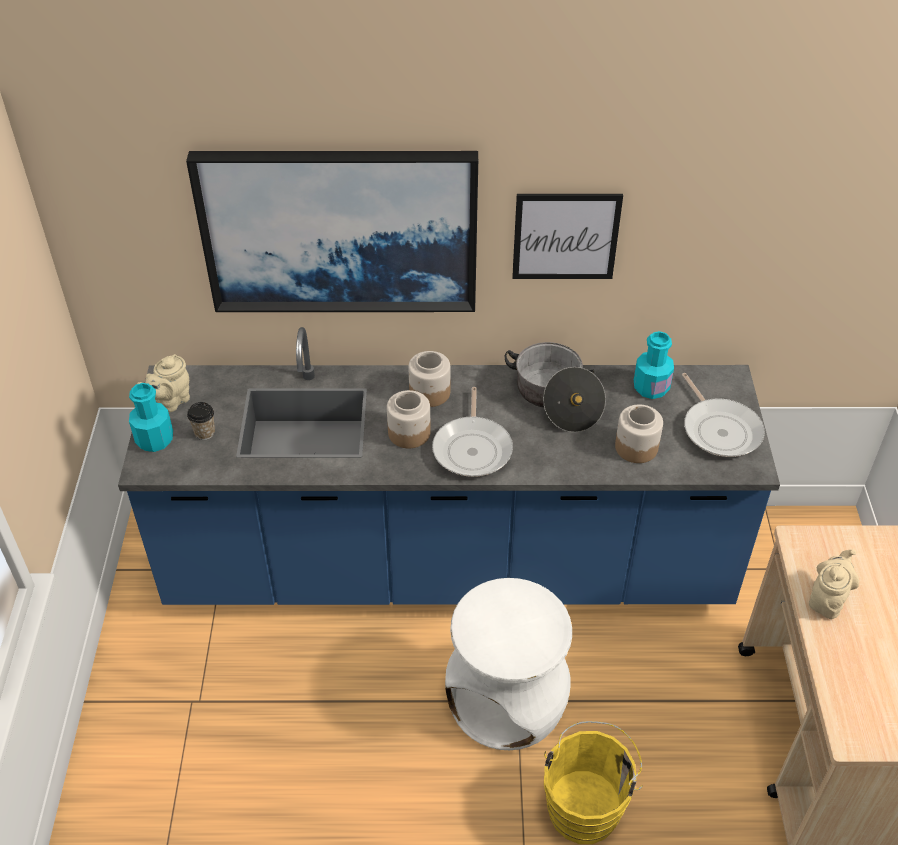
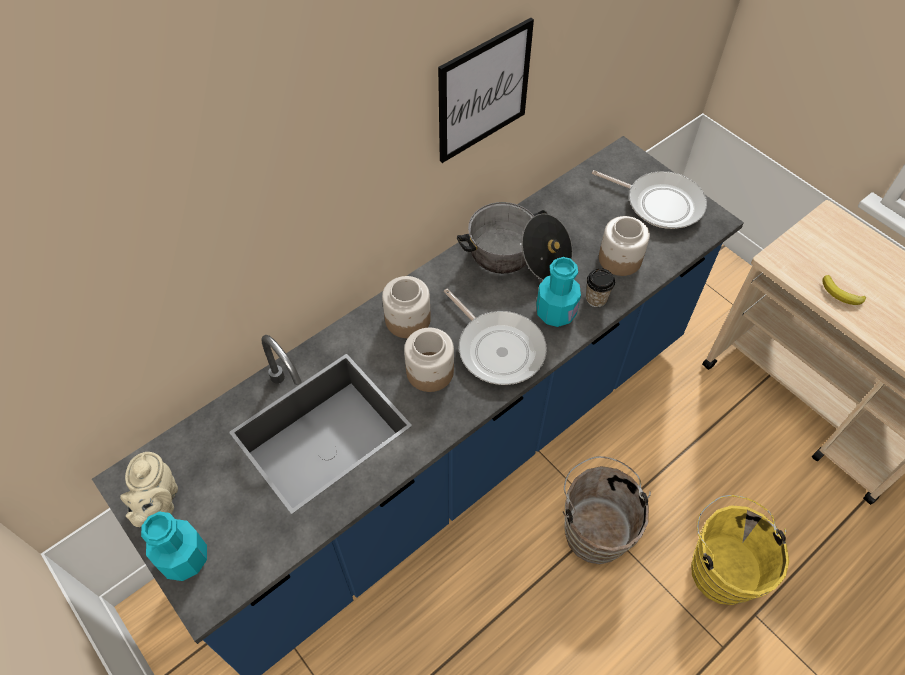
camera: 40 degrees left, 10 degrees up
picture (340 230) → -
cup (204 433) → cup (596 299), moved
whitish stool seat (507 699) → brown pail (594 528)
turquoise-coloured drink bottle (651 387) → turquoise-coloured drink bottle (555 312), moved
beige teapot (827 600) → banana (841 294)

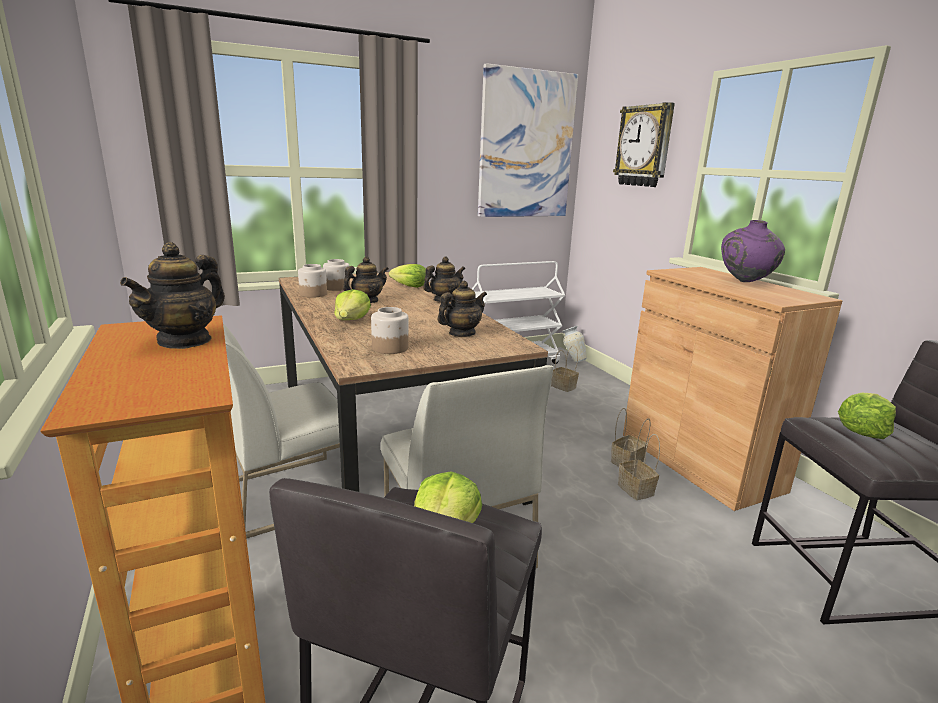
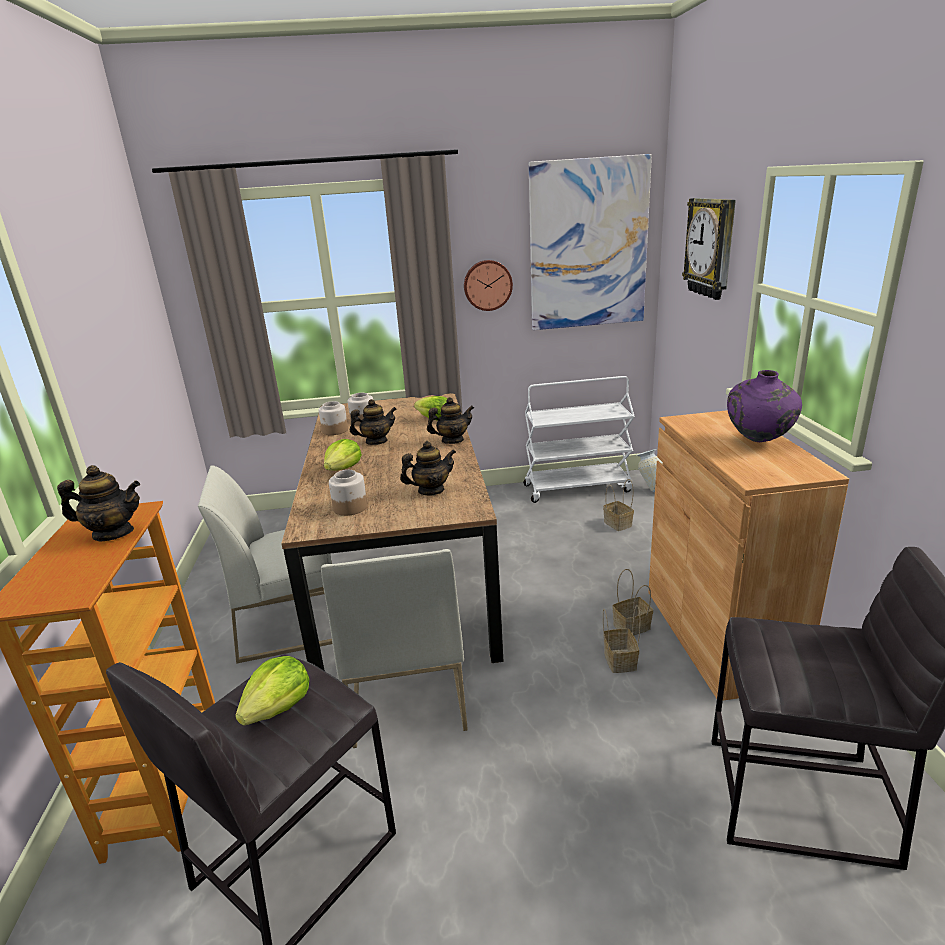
camera: 20 degrees right, 5 degrees up
teapot (185 341) → teapot (113 533), 135 degrees counterclockwise
head of lettuce (862 429) → -
- → wall clock (487 285)

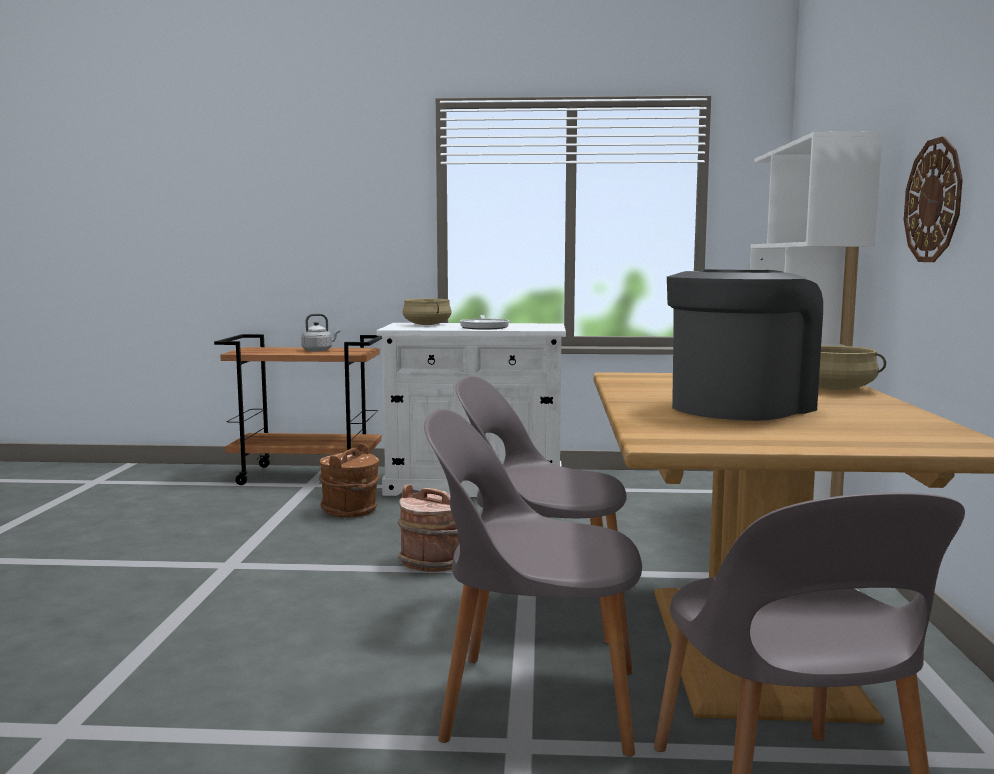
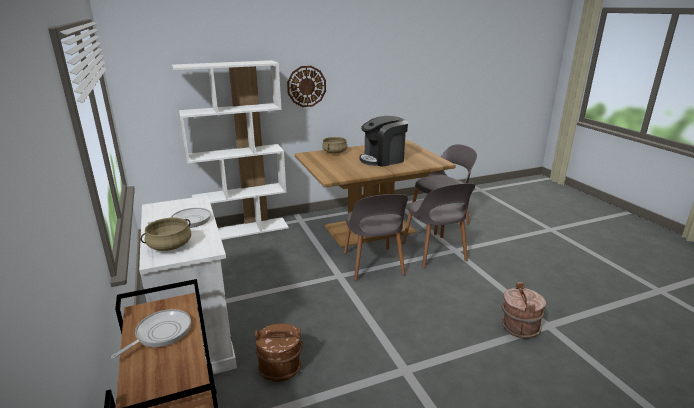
camera: 115 degrees left, 15 degrees up
greyish kettle (319 350) → skillet (160 333)
brown pail (434 562) → brown pail (519 327), moved
coffee brewer (739 407) → coffee brewer (383 159), 45 degrees counterclockwise

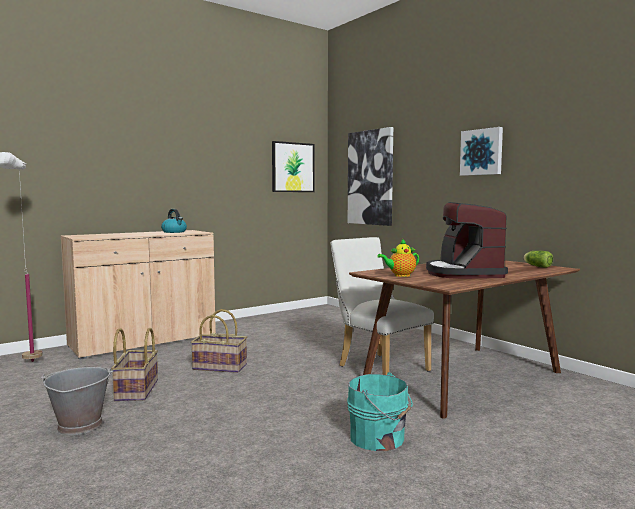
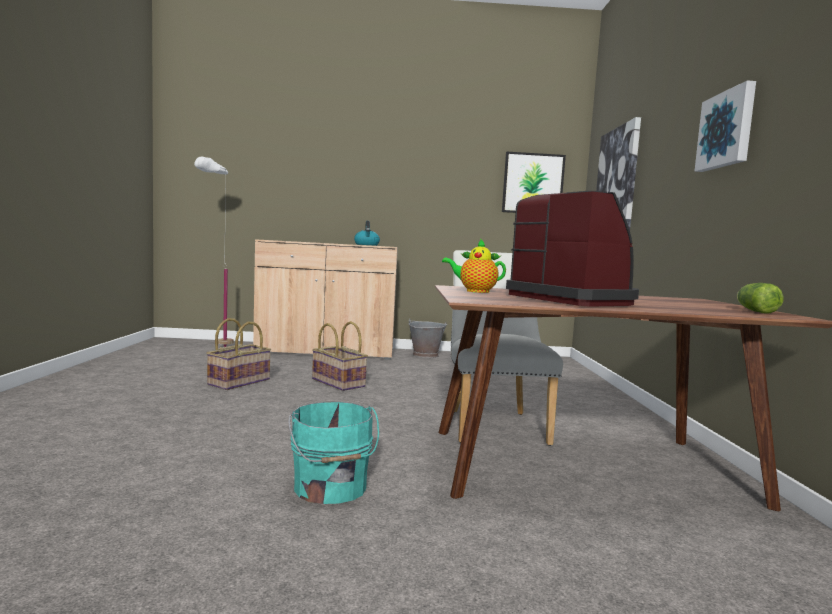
camera: 35 degrees right, 0 degrees up
greyish pail (79 425) → greyish pail (425 355), moved
coffee brewer (463 273) → coffee brewer (573 300), 120 degrees clockwise

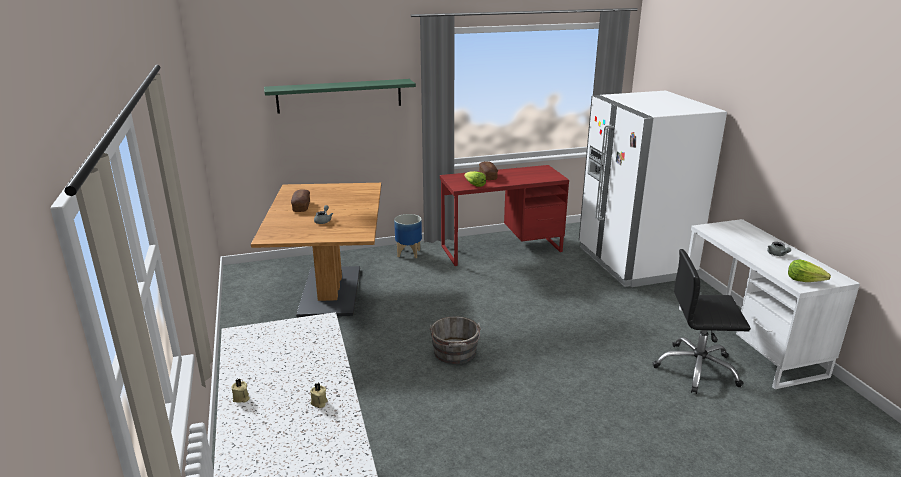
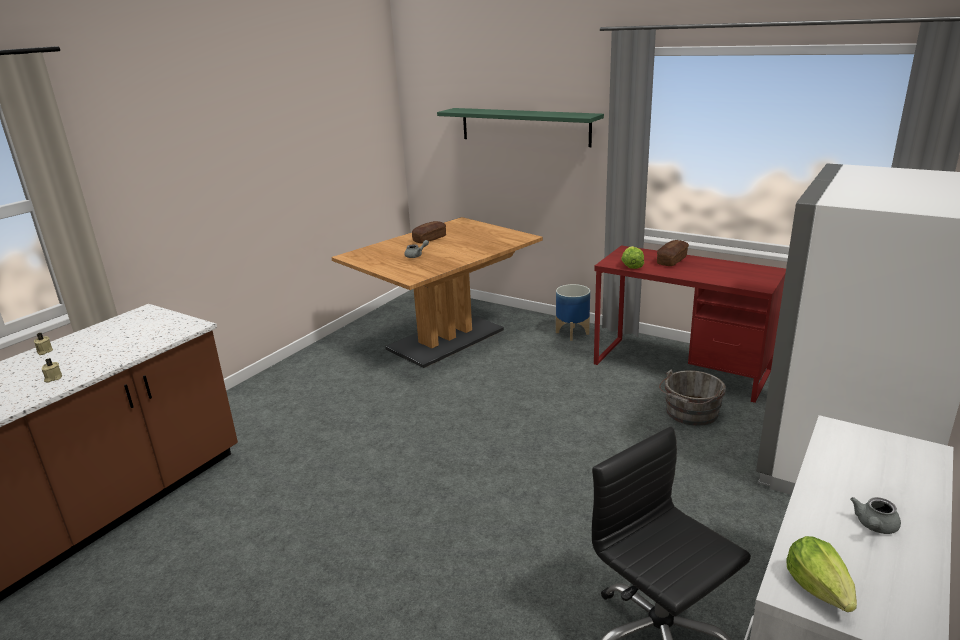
camera: 50 degrees right, 0 degrees up
greyish pail (455 353) → greyish pail (690 413), moved

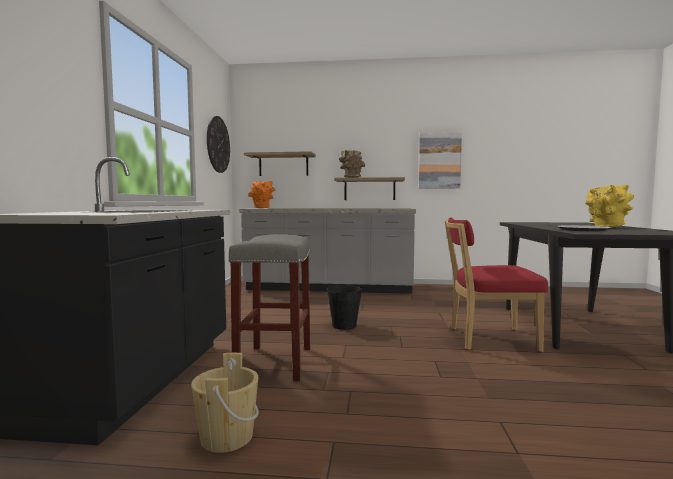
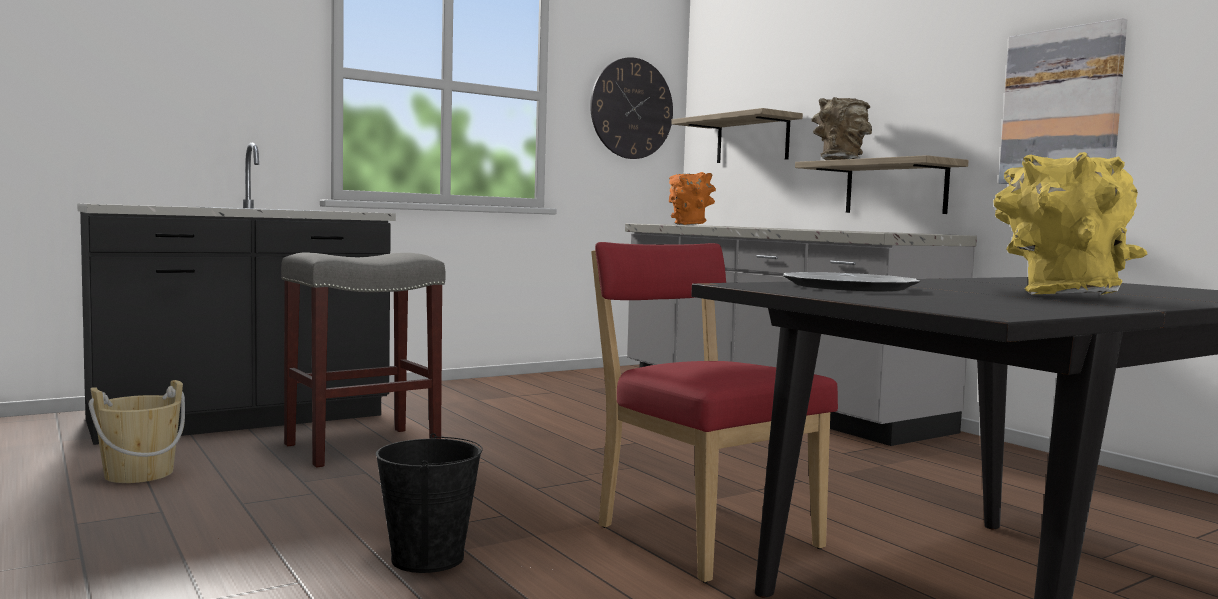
camera: 50 degrees right, 0 degrees up
blackish pail (344 325) → blackish pail (427 558), moved

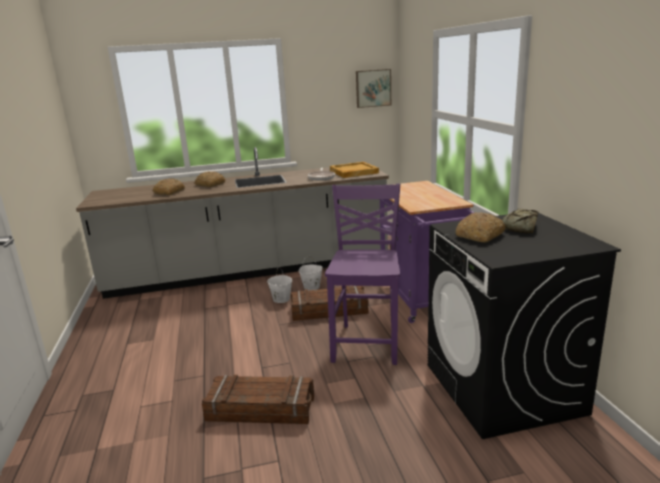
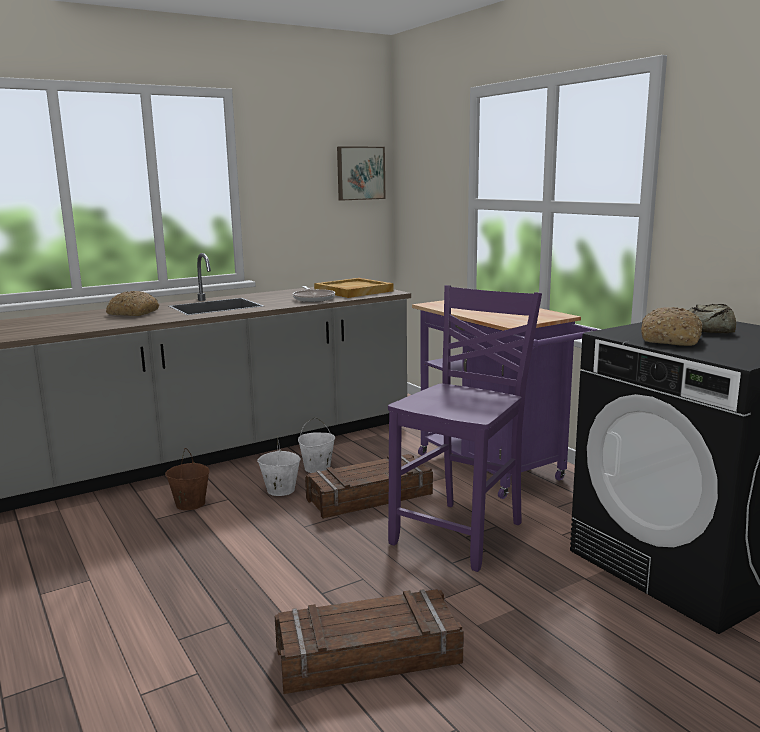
camera: 20 degrees left, 5 degrees down
bakery bread (169 192) → -
purple-coloured plain chair (367 343) → purple-coloured plain chair (461 533), 45 degrees clockwise
- → brown pail (190 504)

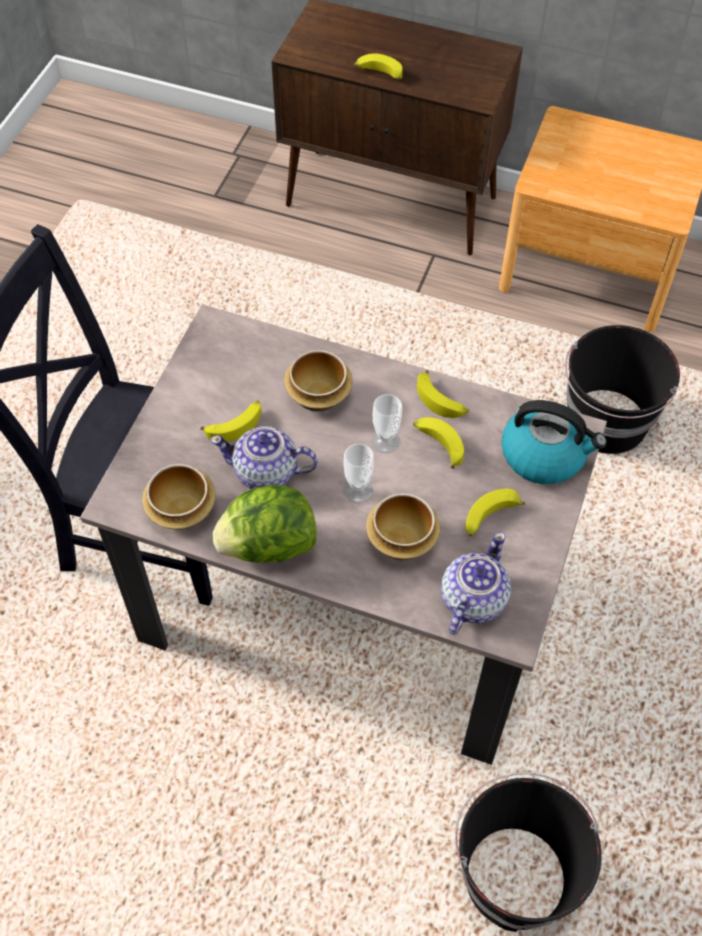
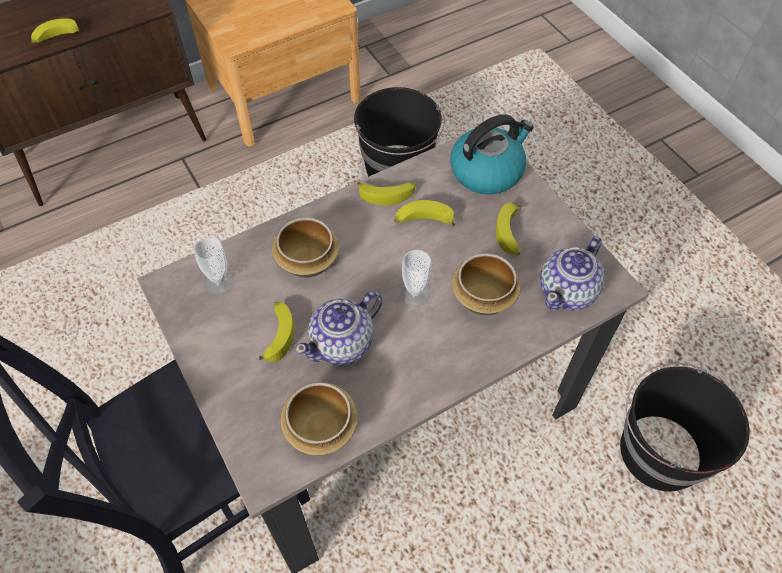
camera: 50 degrees left, 0 degrees up
head of lettuce (268 545) → -
cup (385 441) → cup (220 282), moved
teapot (472 600) → teapot (568 291), 120 degrees counterclockwise

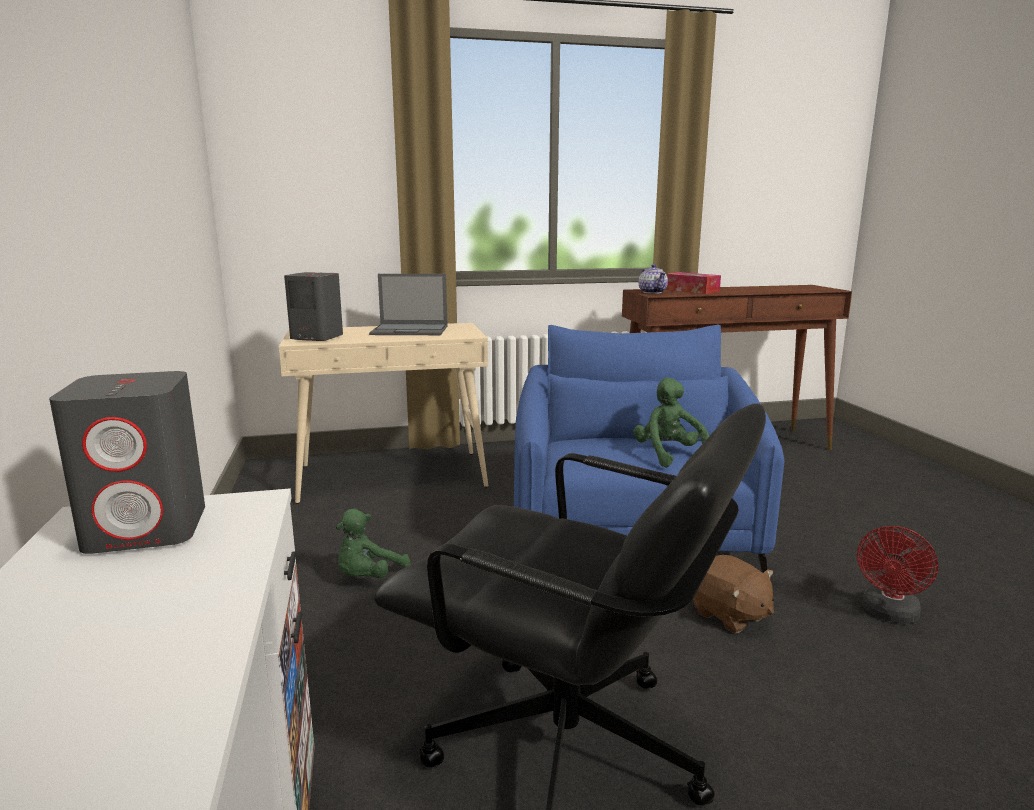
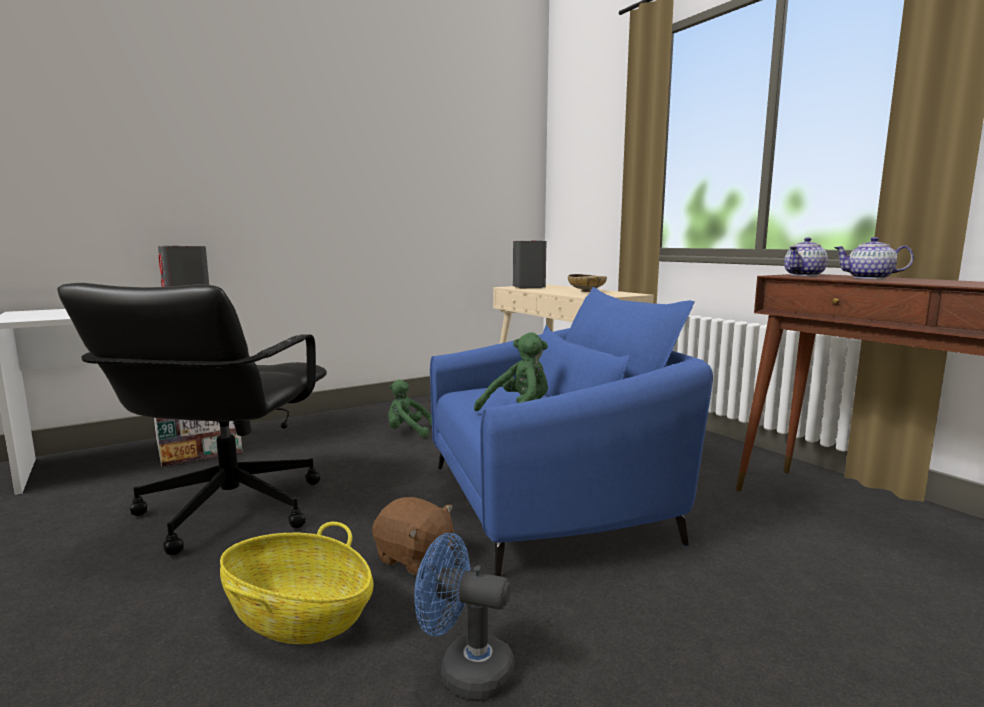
camera: 70 degrees right, 5 degrees down
notebook computer (411 330) → beige deep dish (586 291)
tissue holder (691 291) → teapot (870 278)
brown soft toy (729 615) → brown soft toy (414 558), 90 degrees counterclockwise
reddish fan (889 614) → bluish fan (464 671)
- → storage basket (298 616)

